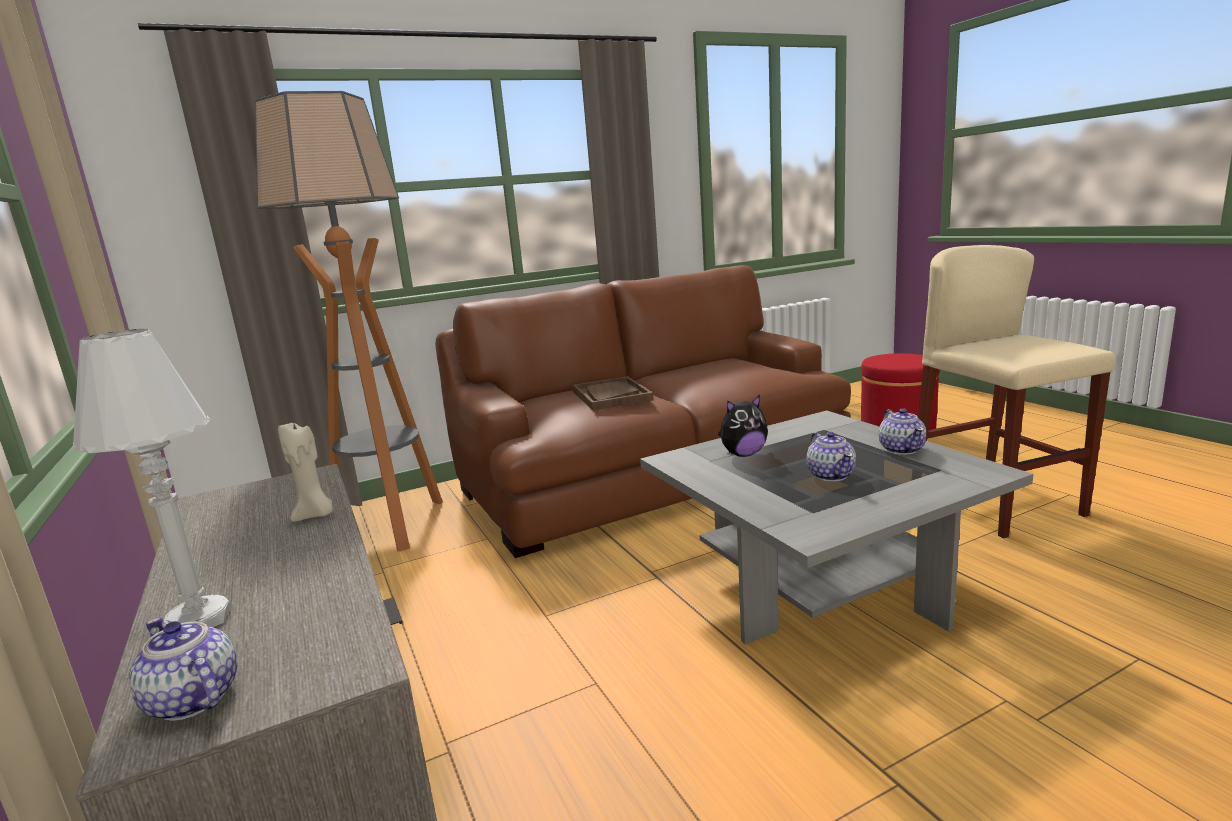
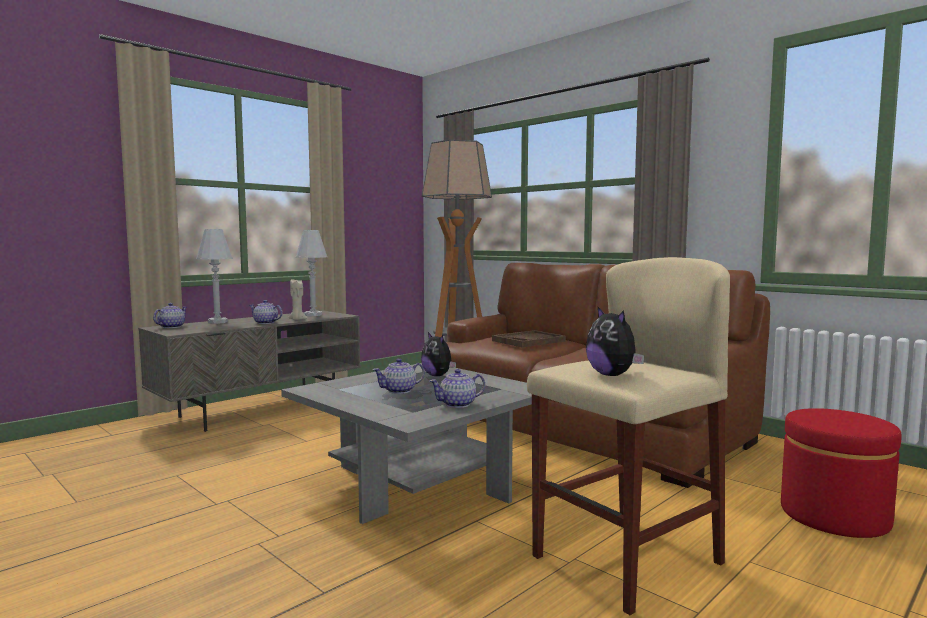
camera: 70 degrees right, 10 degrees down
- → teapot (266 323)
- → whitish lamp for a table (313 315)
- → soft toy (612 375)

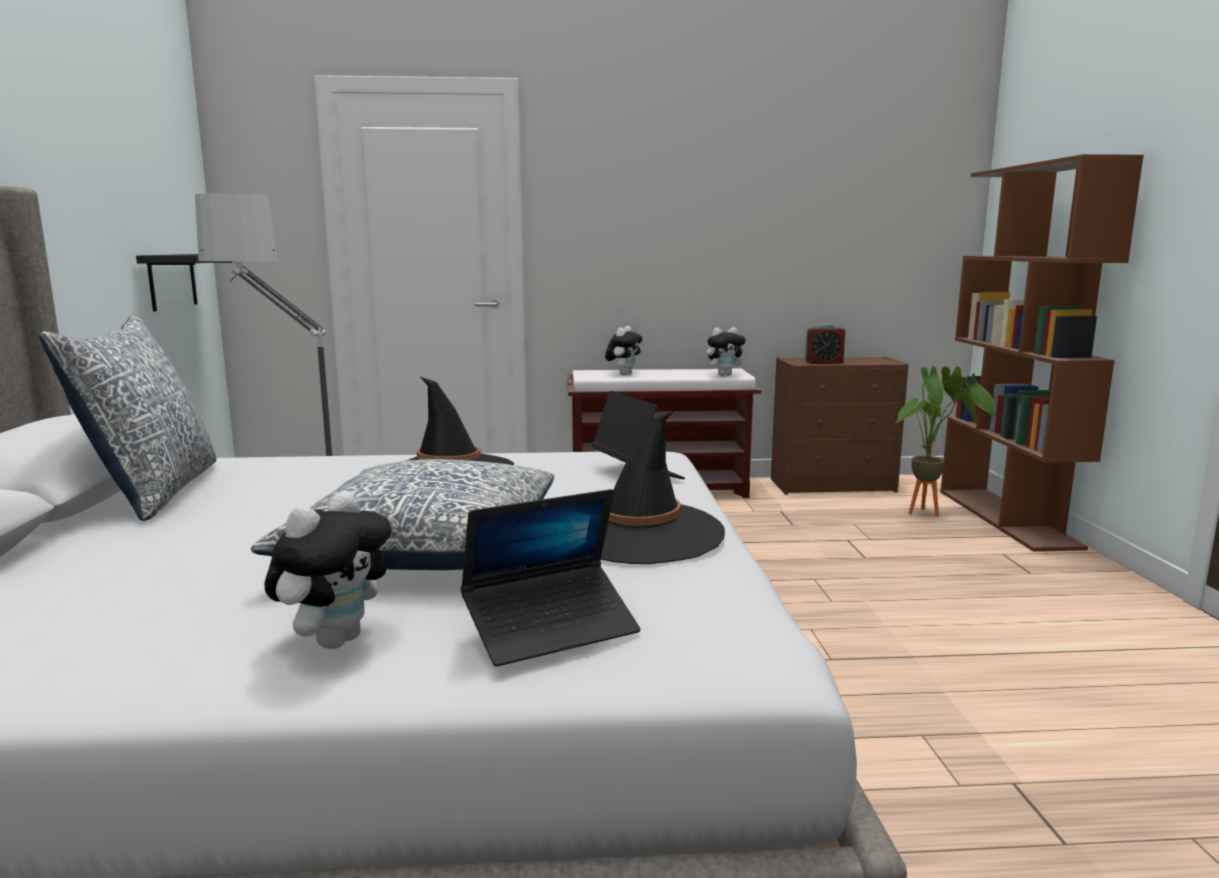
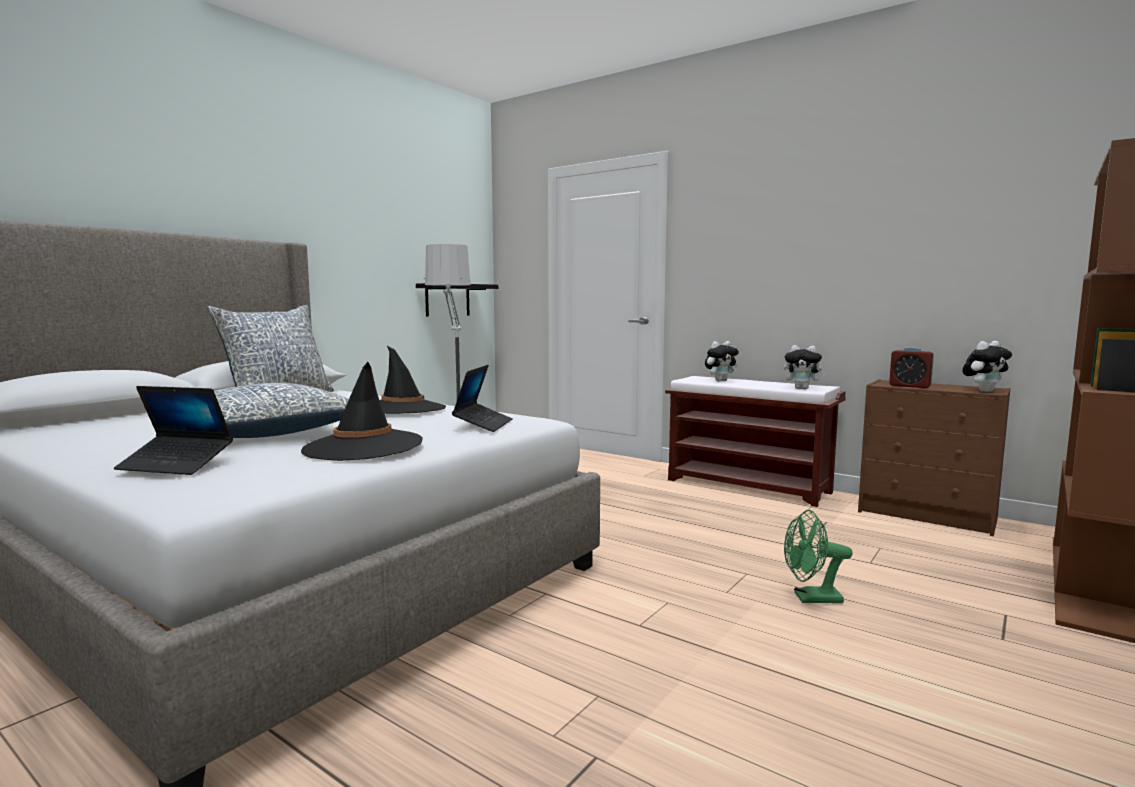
camera: 40 degrees right, 5 degrees down
soft toy (335 640) → soft toy (984 391), moved
houseplant (931 513) → -
- → greenish fan (811 598)

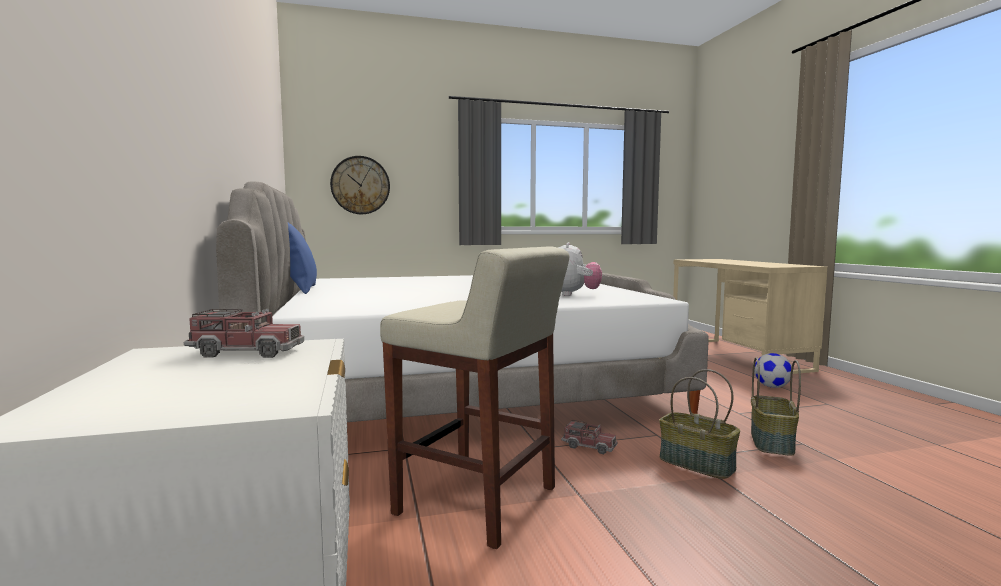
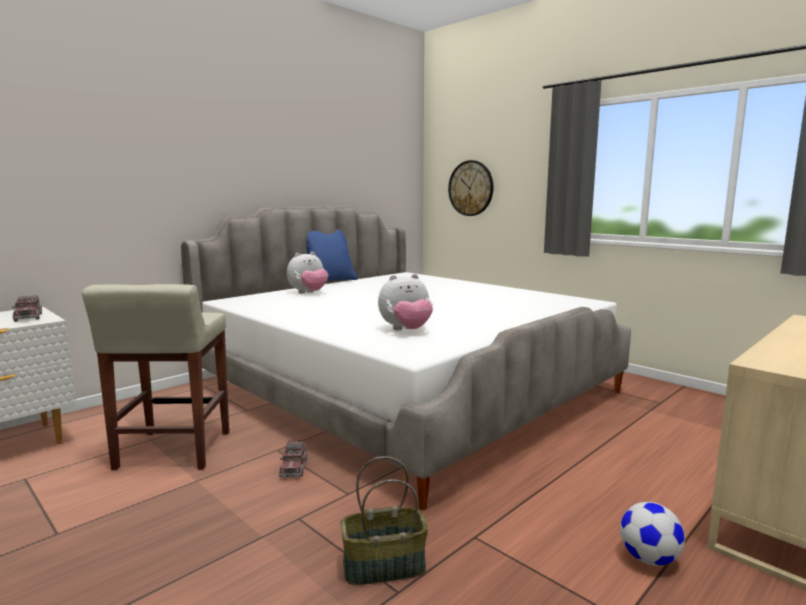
camera: 60 degrees right, 5 degrees up
storage basket (695 464) → -
- → soft toy (308 293)

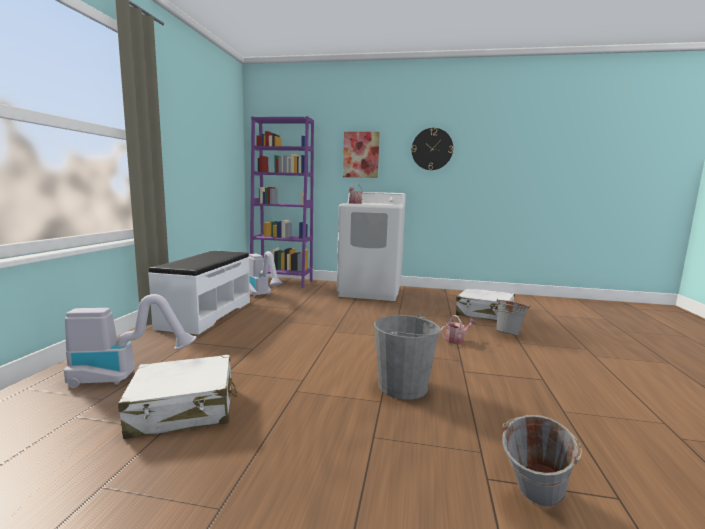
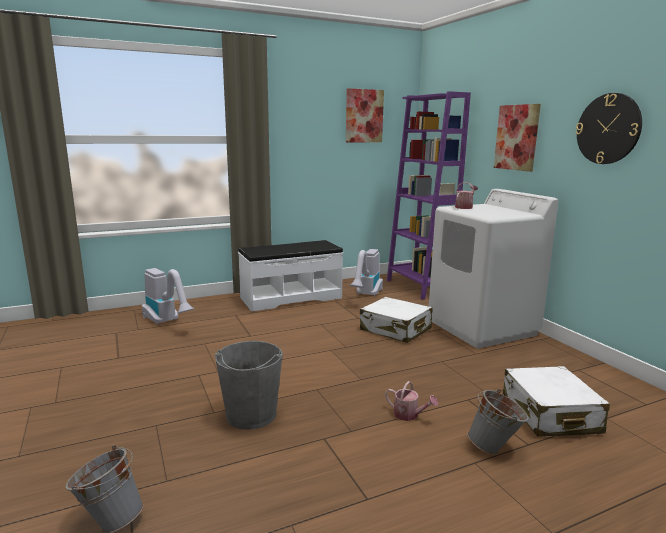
camera: 55 degrees right, 5 degrees up
whitish travel case (184 410) → whitish travel case (395 329), moved
- → picture (364 116)

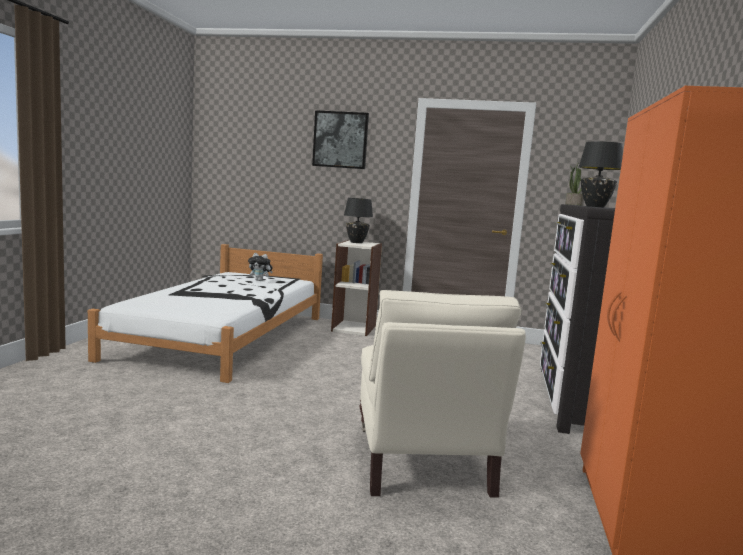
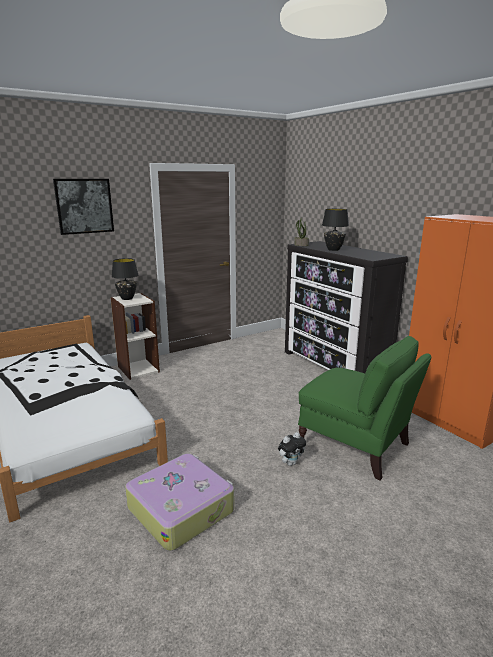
camera: 45 degrees left, 10 degrees up
soft toy (260 280) → soft toy (291 463), moved
beige lounge chair (421 461) → greenish lounge chair (356 445)
- → travel case (181 508)

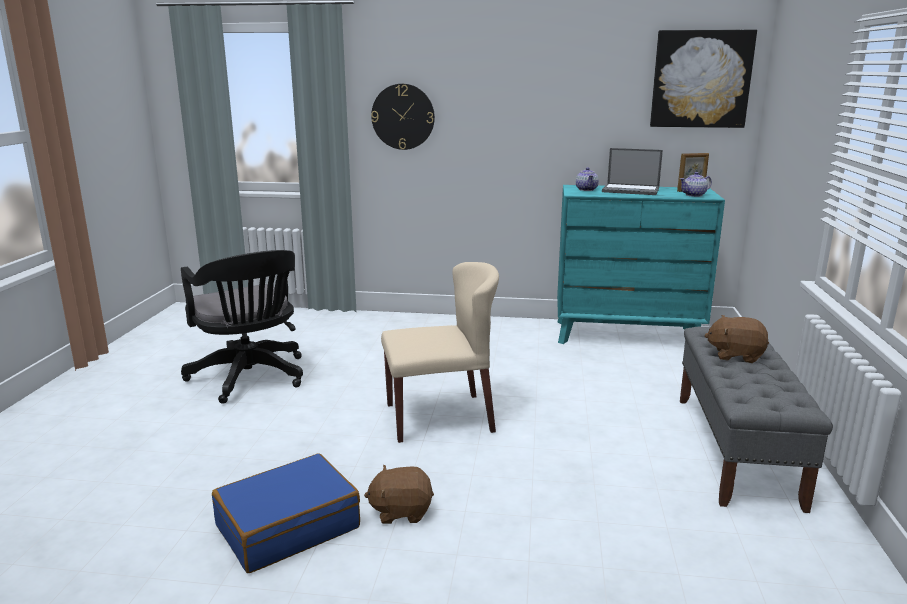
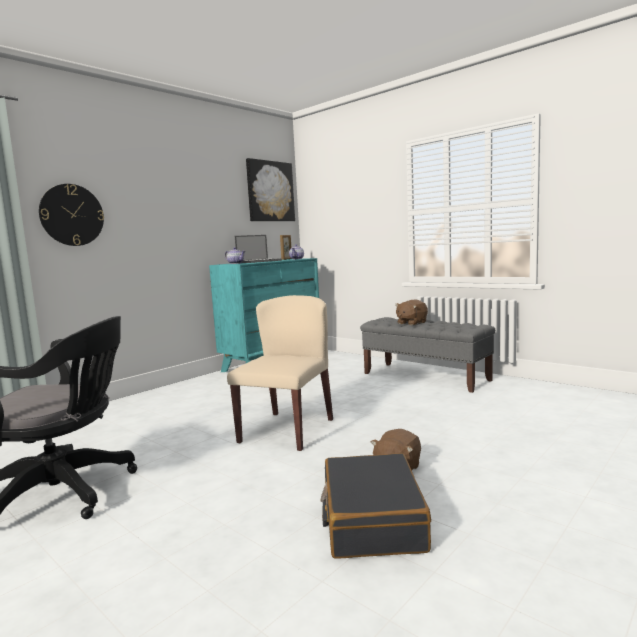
camera: 55 degrees left, 10 degrees down
bluish travel case (288 526) → blackish travel case (372 520)

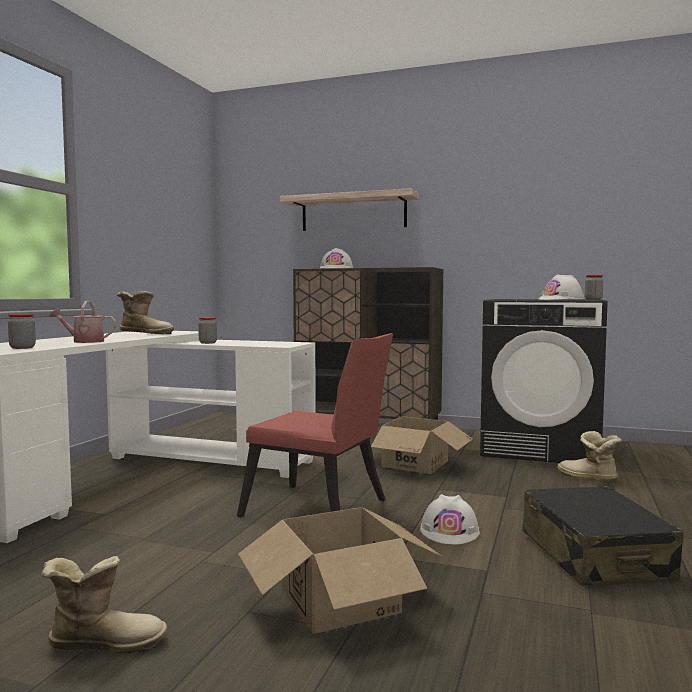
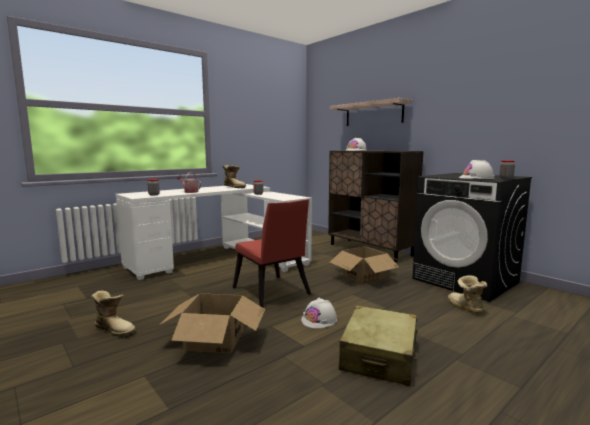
camera: 30 degrees right, 5 degrees up
blackish travel case (594 556) → beige travel case (379 356)

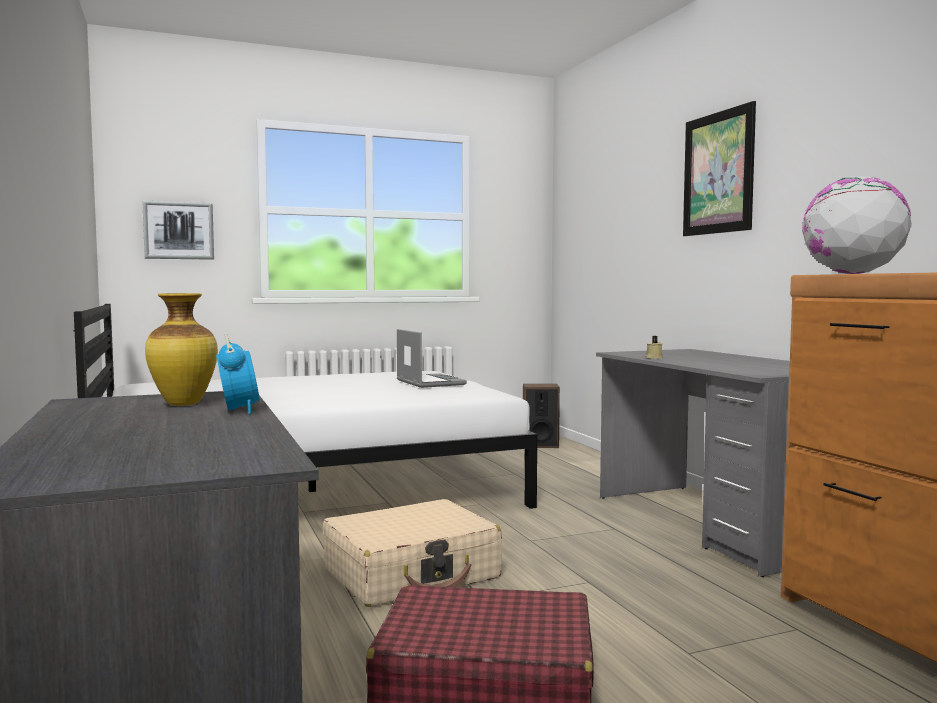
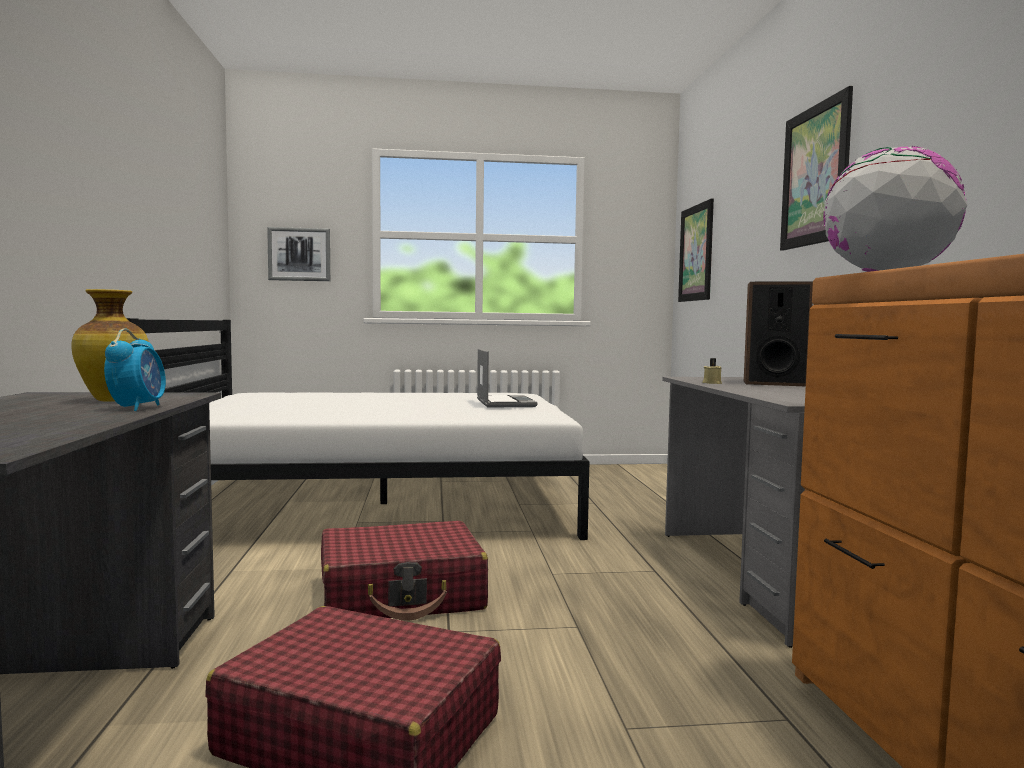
camera: 15 degrees right, 0 degrees up
beige travel case (412 574) → reddish travel case (402 595)
loudspeaker (540 445) → loudspeaker (774 383), moved
- → picture (696 253)

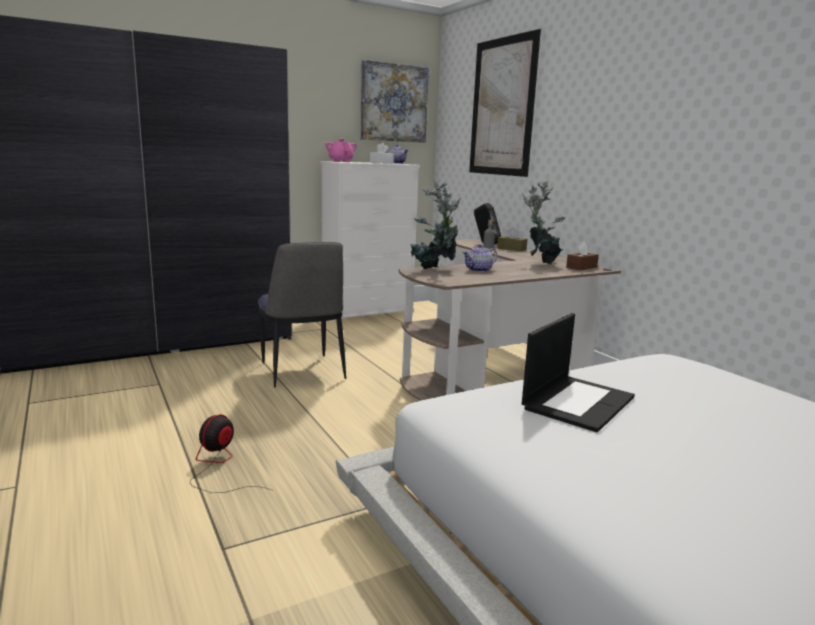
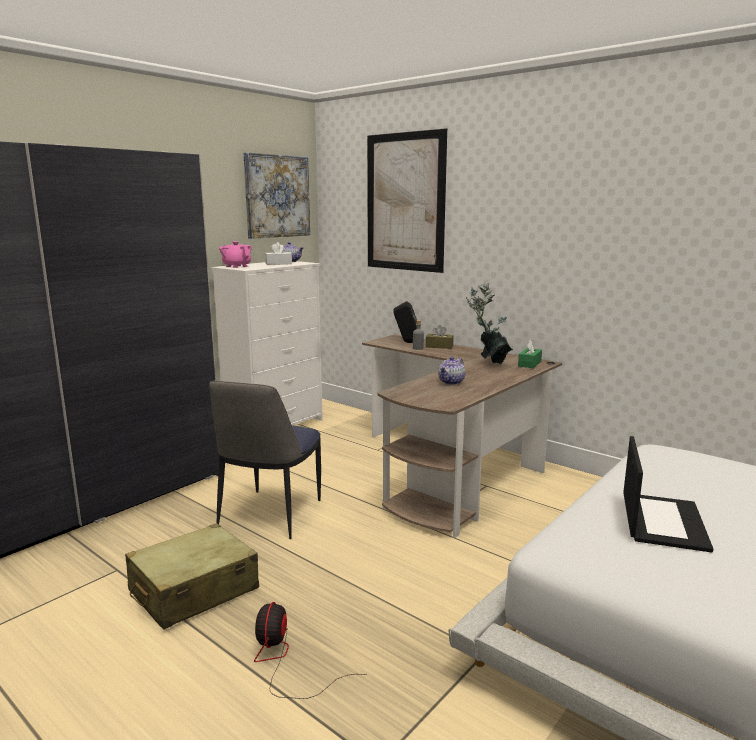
camera: 20 degrees left, 0 degrees up
plain chair (302 371) → plain chair (269 515), 60 degrees clockwise
houseplant (435 270) → -
brown tissue holder (581 267) → greenish tissue holder (529 364)
- → beige travel case (193 591)

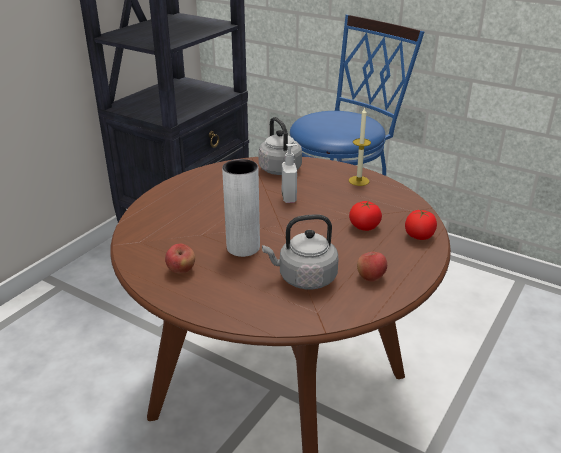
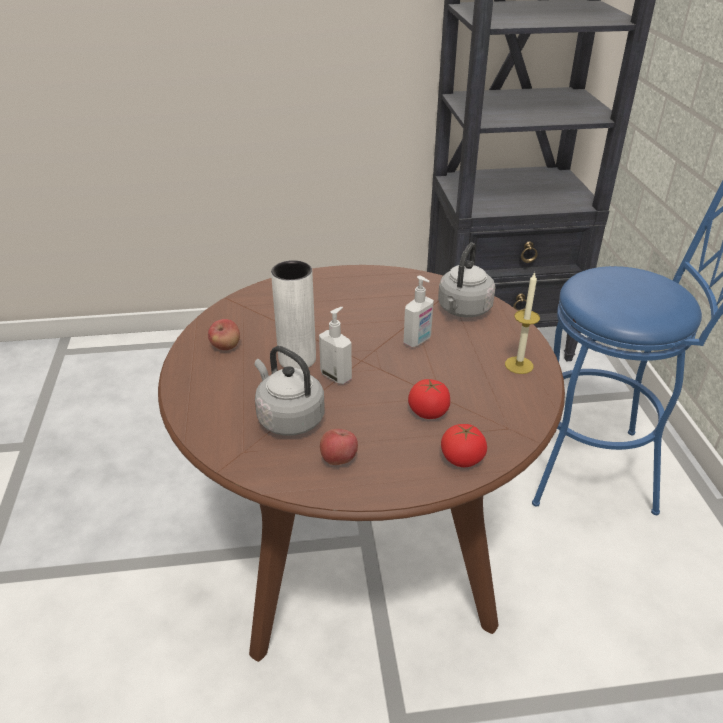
camera: 50 degrees right, 5 degrees up
- → soap dispenser (336 376)

